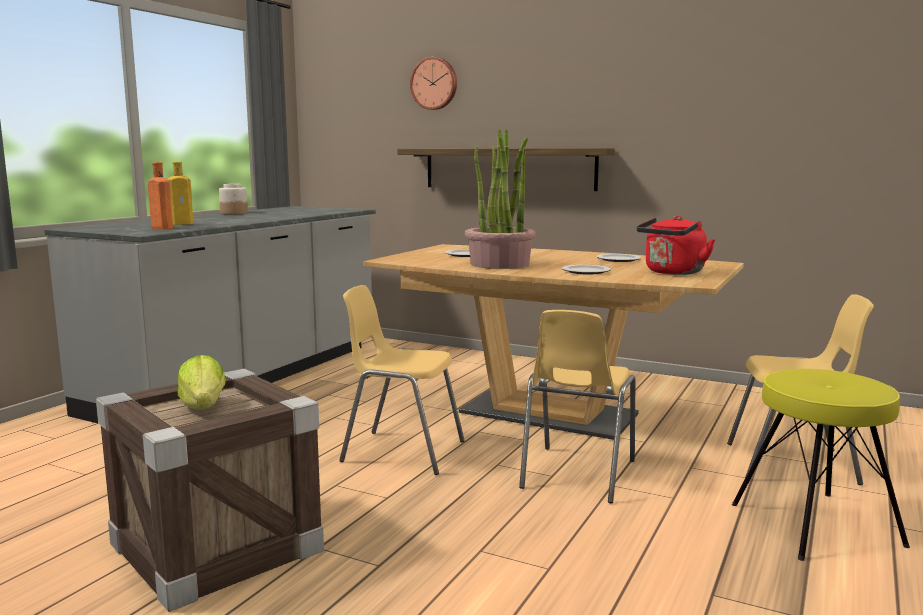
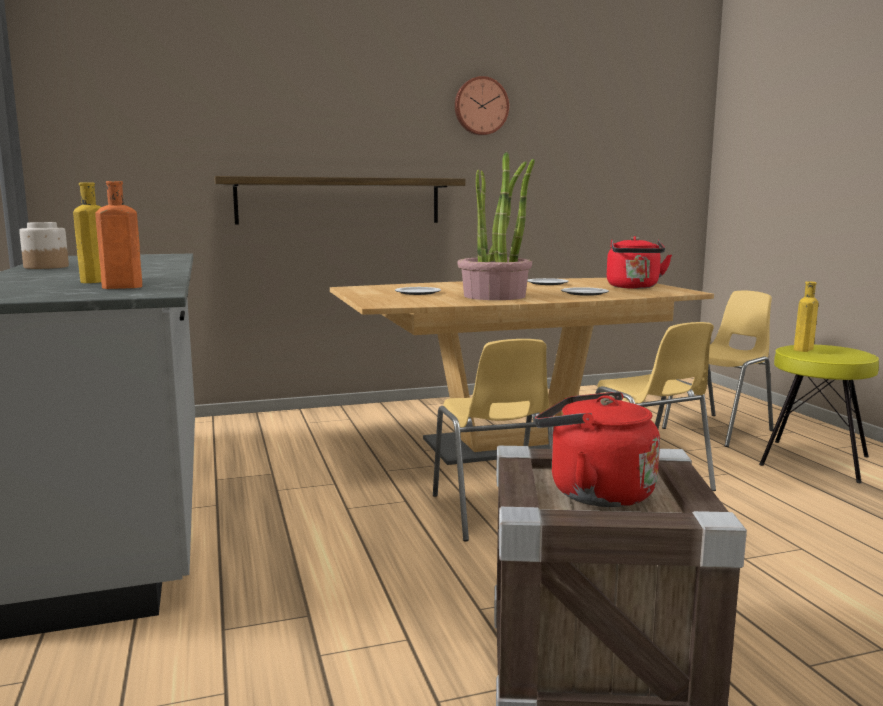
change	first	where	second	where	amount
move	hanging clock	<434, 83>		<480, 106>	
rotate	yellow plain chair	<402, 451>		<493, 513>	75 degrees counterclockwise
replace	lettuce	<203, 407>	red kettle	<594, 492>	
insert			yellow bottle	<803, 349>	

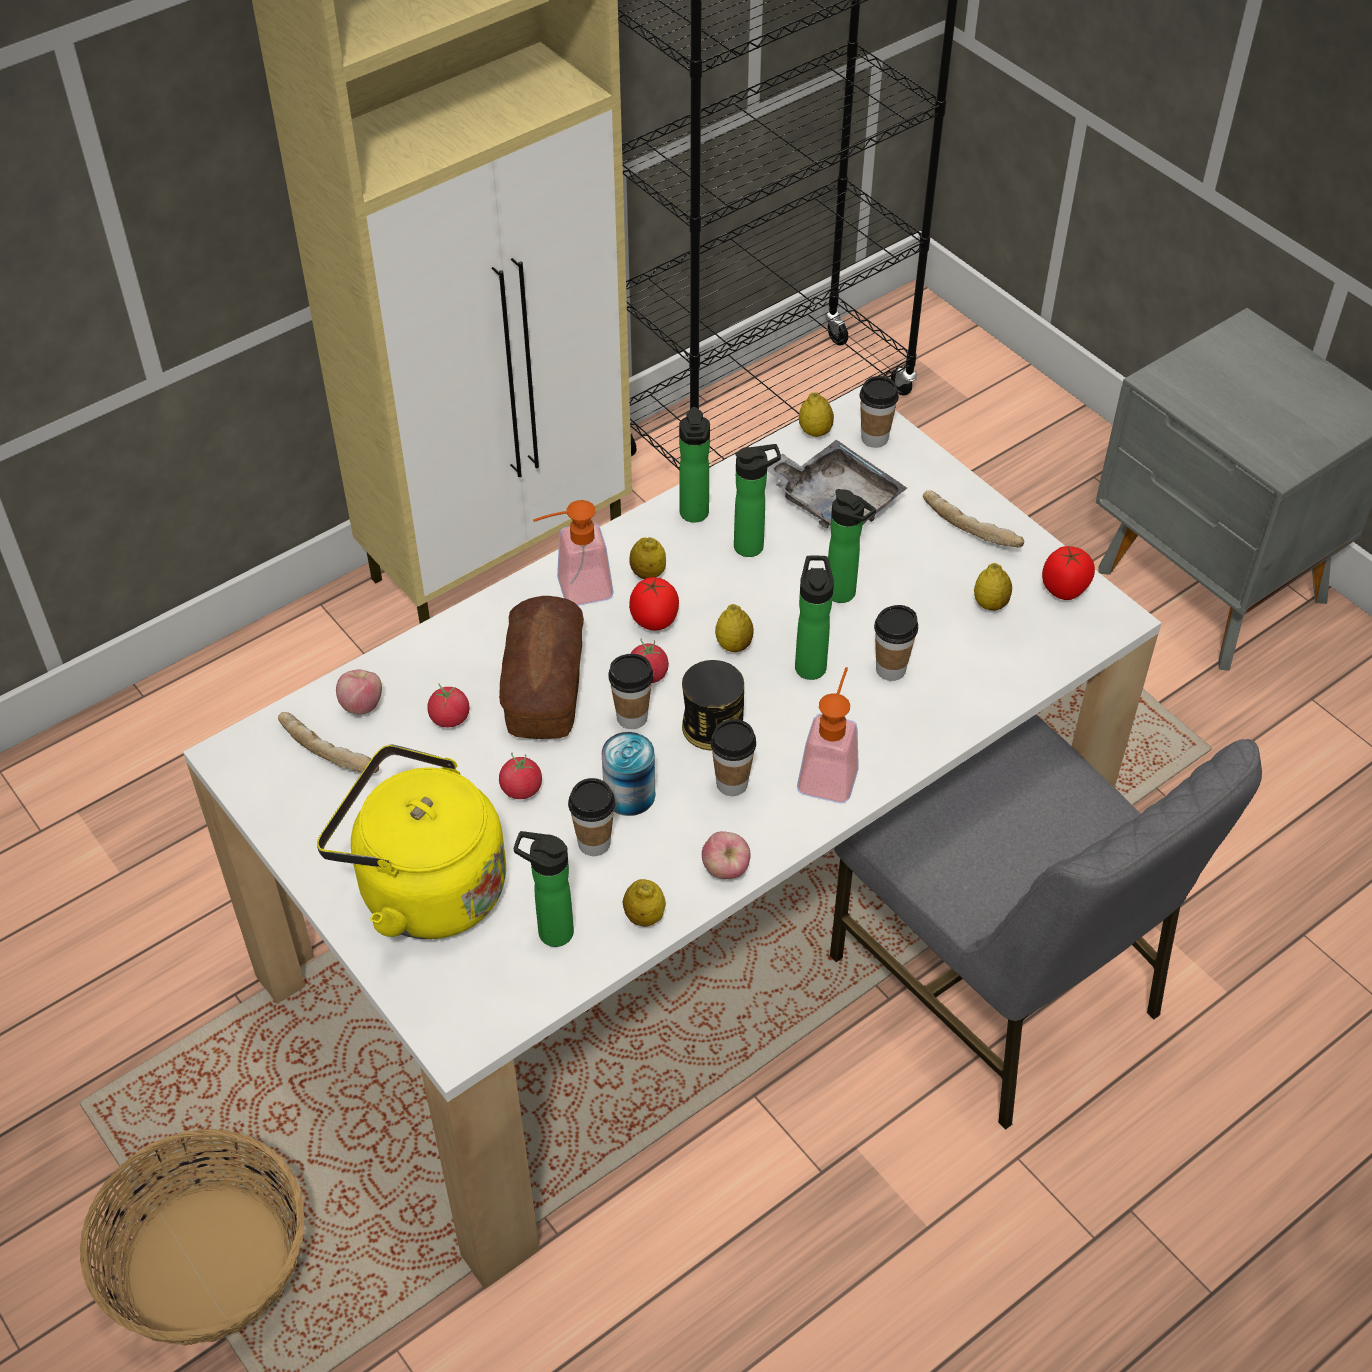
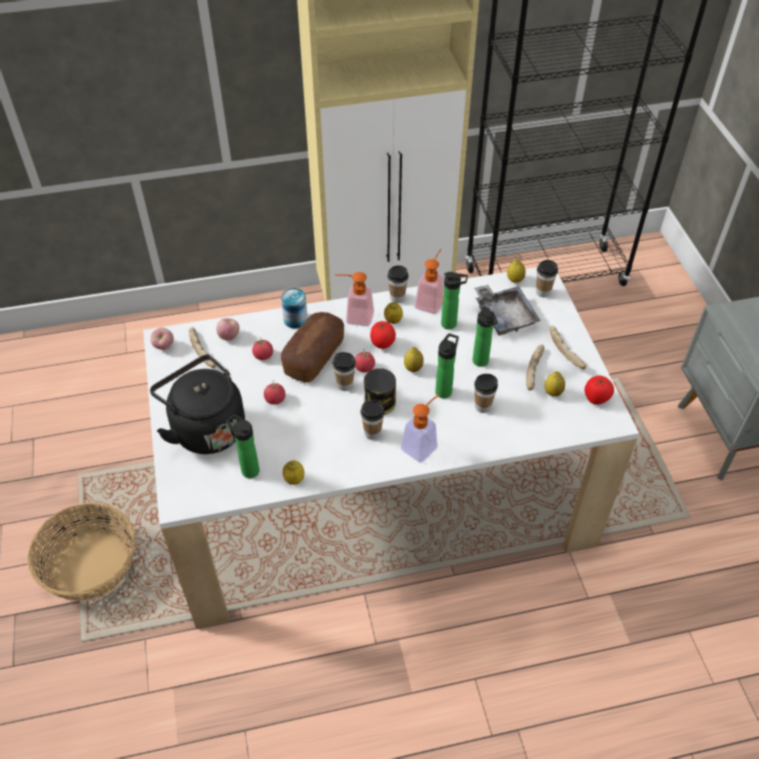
change	first	where	second	where	amount
replace	bottle	<694, 516>	soap bottle	<431, 301>	
delete	grey plain chair	<1000, 987>			
move	can	<629, 795>		<295, 319>	
recolor	yellow kettle	<423, 887>	blackish kettle	<205, 428>	
move	drinking cup	<594, 843>		<397, 298>	
move	apple	<725, 870>		<164, 346>	
insert			bakery bread	<535, 371>	

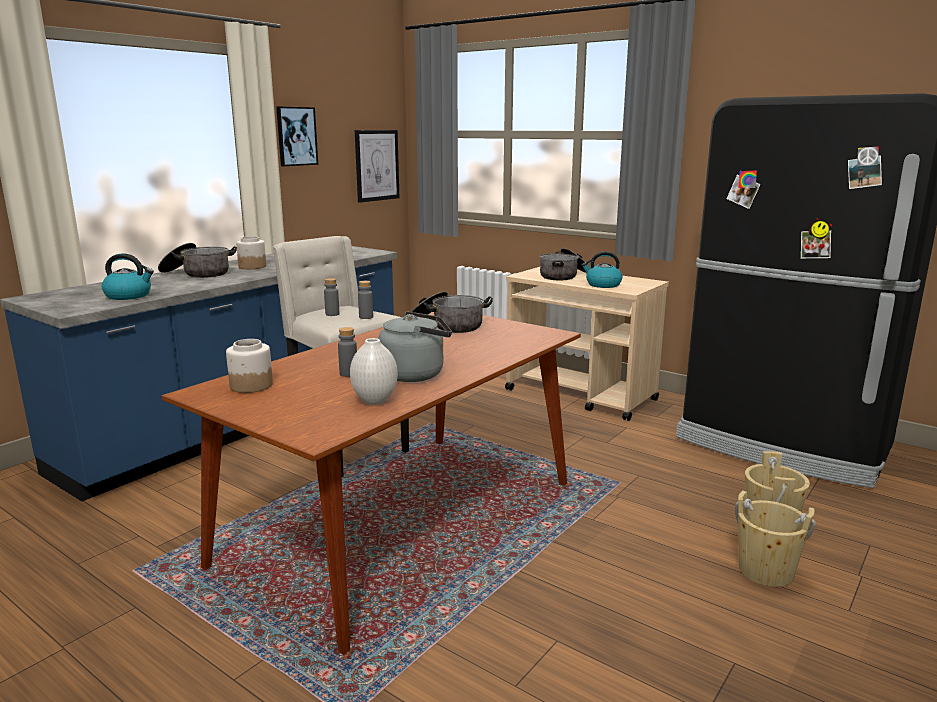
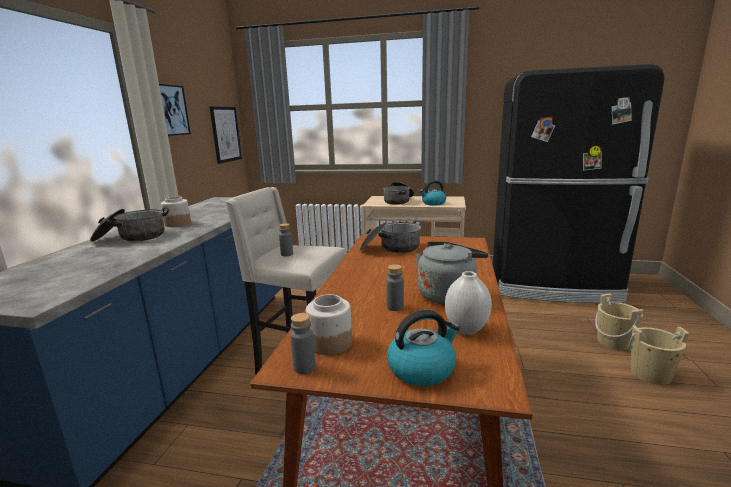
change	first	where	second	where	amount
move	kettle	<129, 296>		<422, 369>	
move	grey bottle	<366, 317>		<304, 367>	

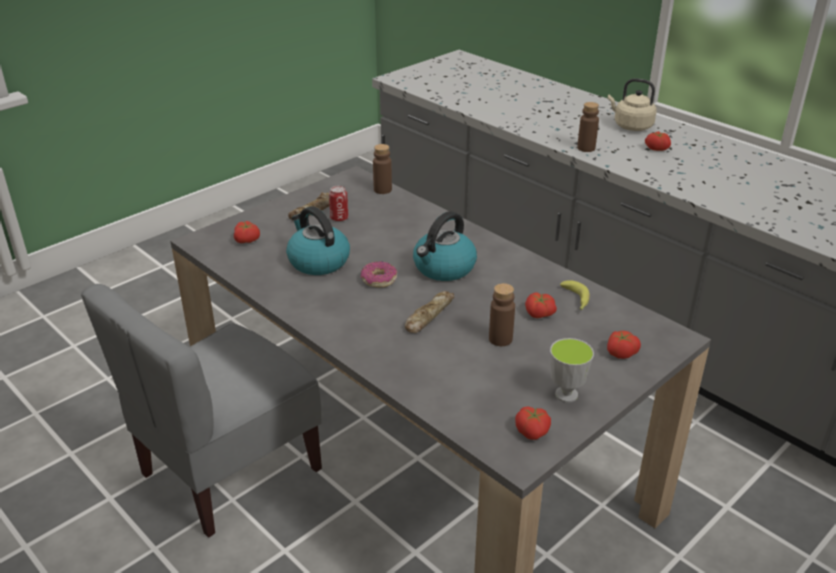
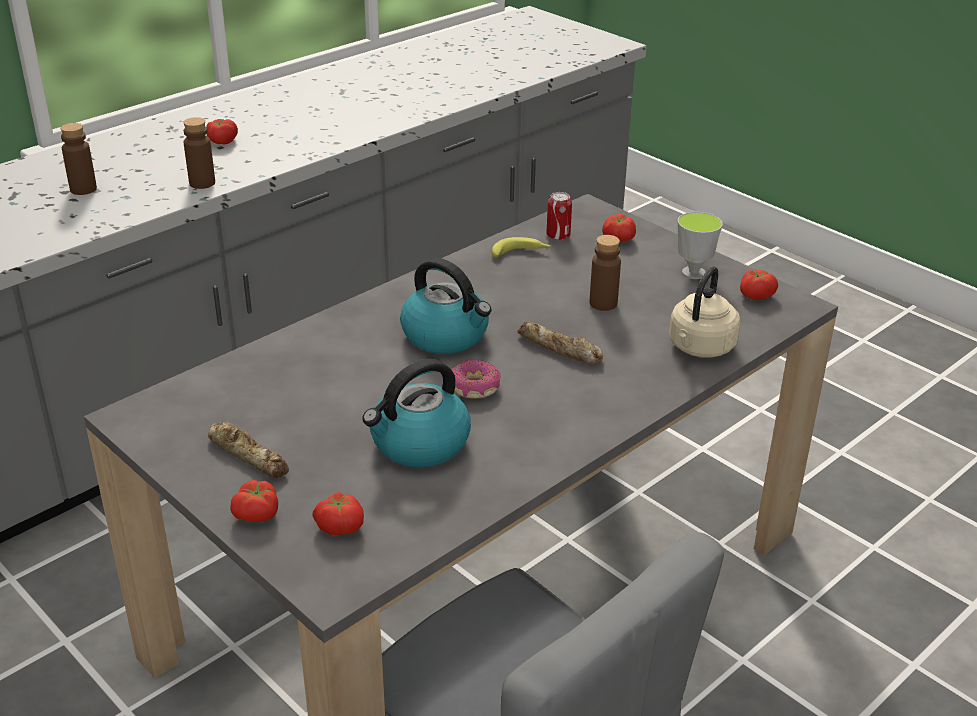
change	first	where	second	where	amount
move	sand-coloured kettle	<631, 126>		<700, 348>	
move	brown bottle	<382, 190>		<83, 189>	
move	can	<339, 218>		<558, 235>	
move	fresh tomato	<539, 314>		<258, 515>	

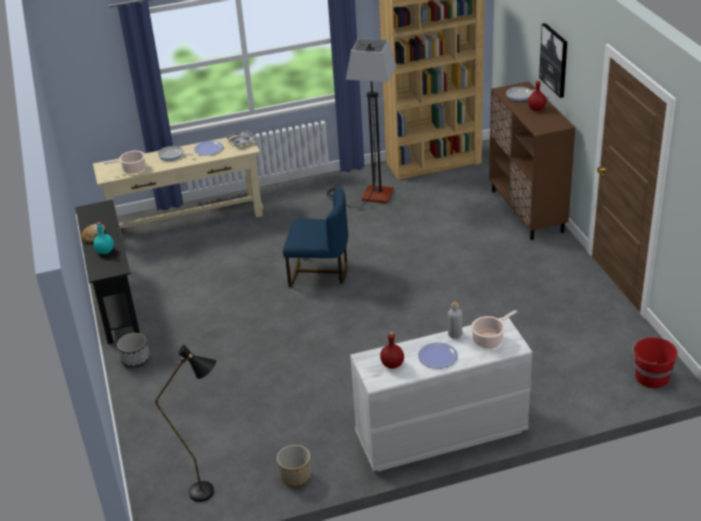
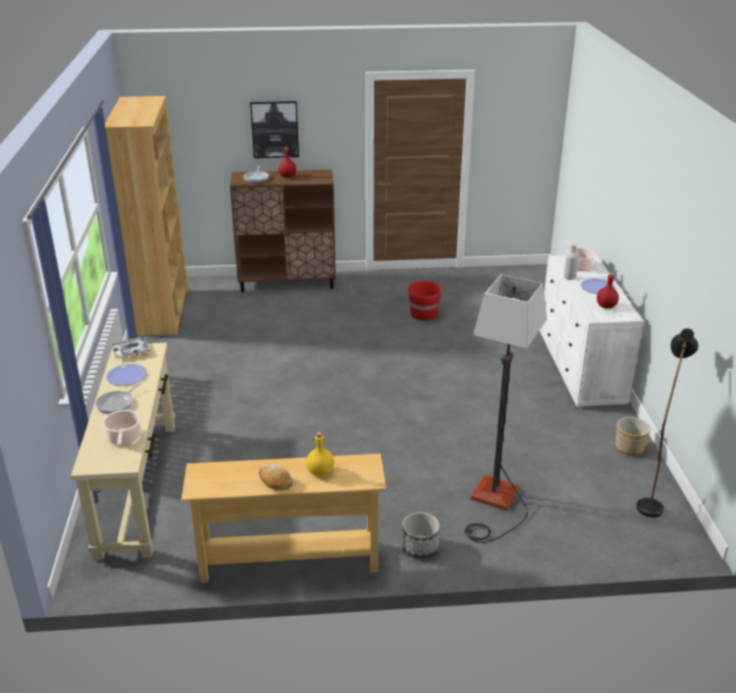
change	first	where	second	where	amount
move	standard lamp	<367, 196>		<494, 503>	
delete	blue plain chair	<319, 272>			
recolor	blackish hall table	<116, 303>	sand-coloured hall table	<289, 562>	
recolor	turquoise-coloured bottle	<105, 251>	yellow bottle	<320, 472>	
move	red bucket	<651, 377>		<423, 314>	

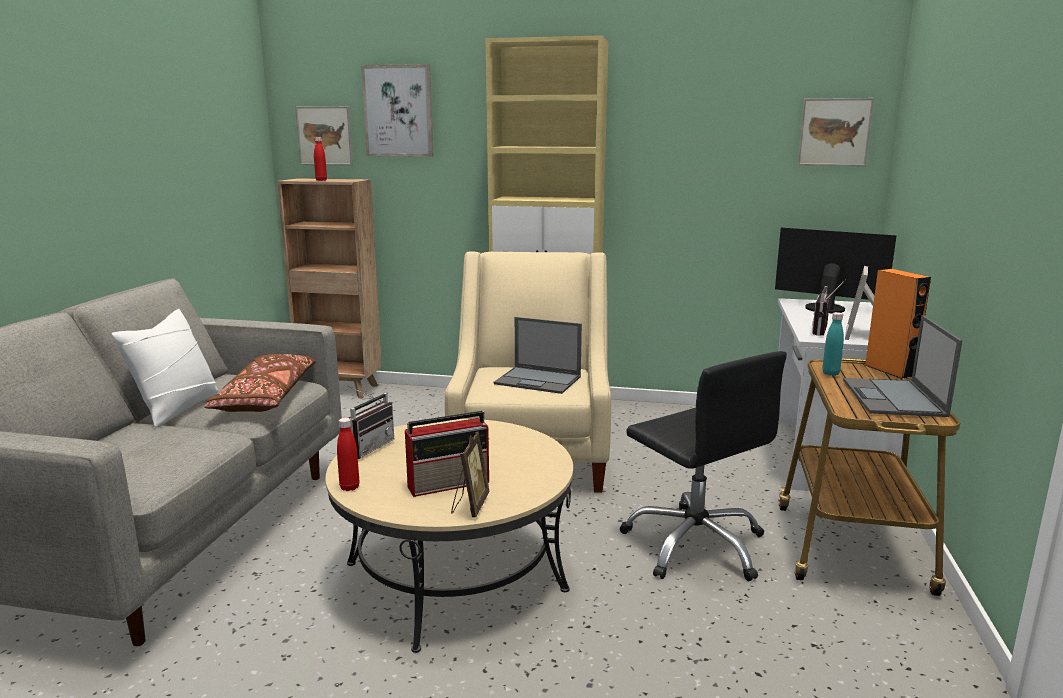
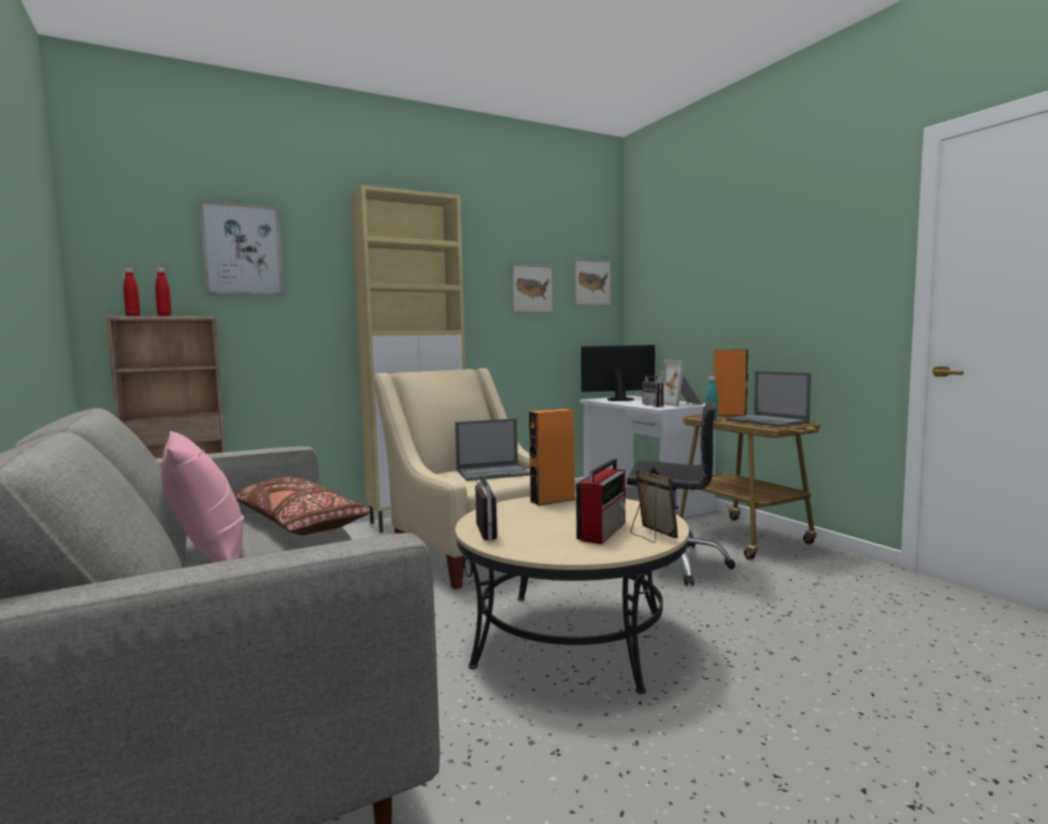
change	first	where	second	where	amount
move	picture	<324, 136>		<532, 289>	
recolor	white-coloured throw pillow	<177, 408>	pinkish throw pillow	<208, 554>	
move	red bottle	<349, 487>		<133, 316>	
insert			orange-coloured speaker	<552, 500>	

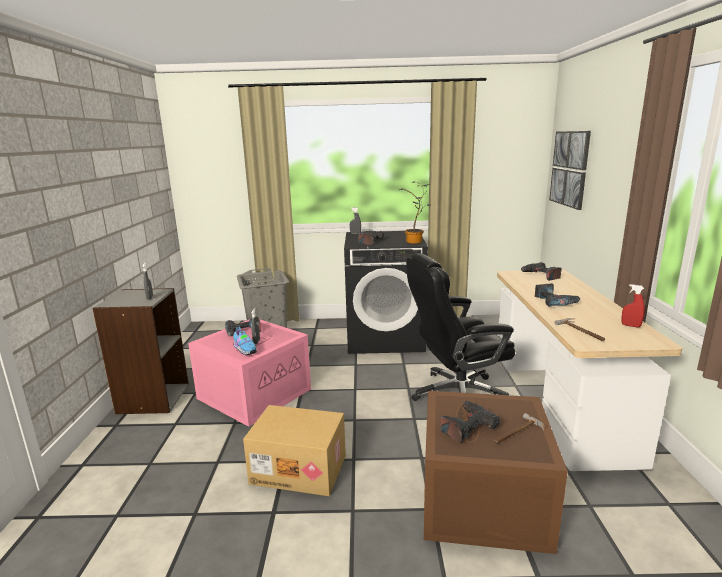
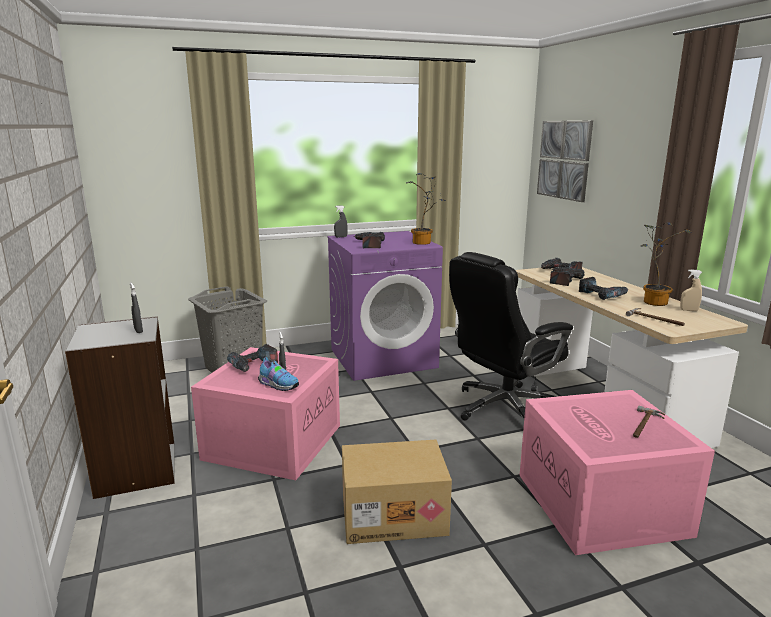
change	first	where	second	where	amount
recolor	blackish washing machine	<385, 337>	purple washing machine	<383, 358>	
recolor	red sprayer	<630, 326>	sand-coloured sprayer	<689, 310>	
recolor	brown storage box	<485, 501>	pinkish storage box	<603, 505>	
move	power drill	<466, 427>		<563, 280>	
insert			houseplant	<653, 301>	

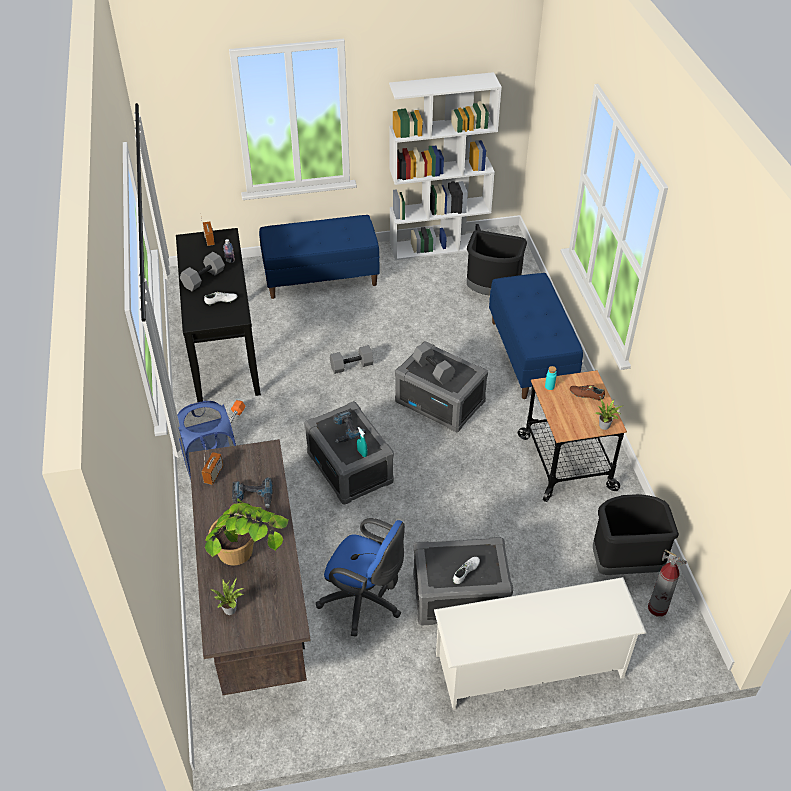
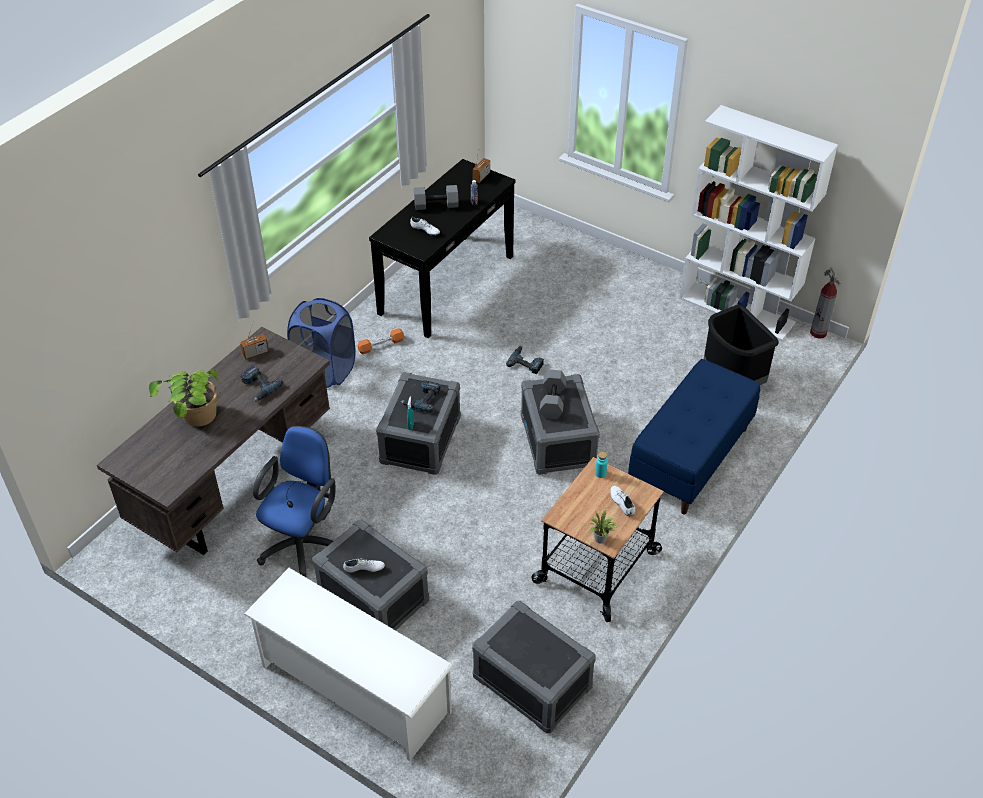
change	first	where	second	where	amount
delete	blue long seat	<321, 277>			
replace	grey dumbbell	<352, 365>	power drill	<526, 362>	
recolor	brown item of footwear	<586, 395>	white-coloured item of footwear	<622, 503>	
replace	blackish waste bin	<623, 564>	grey storage box	<531, 682>	
rotate	blue desk chair	<364, 602>		<304, 543>	135 degrees counterclockwise
move	fire extinguisher	<657, 608>		<818, 333>	
delete	houseplant	<231, 608>			

